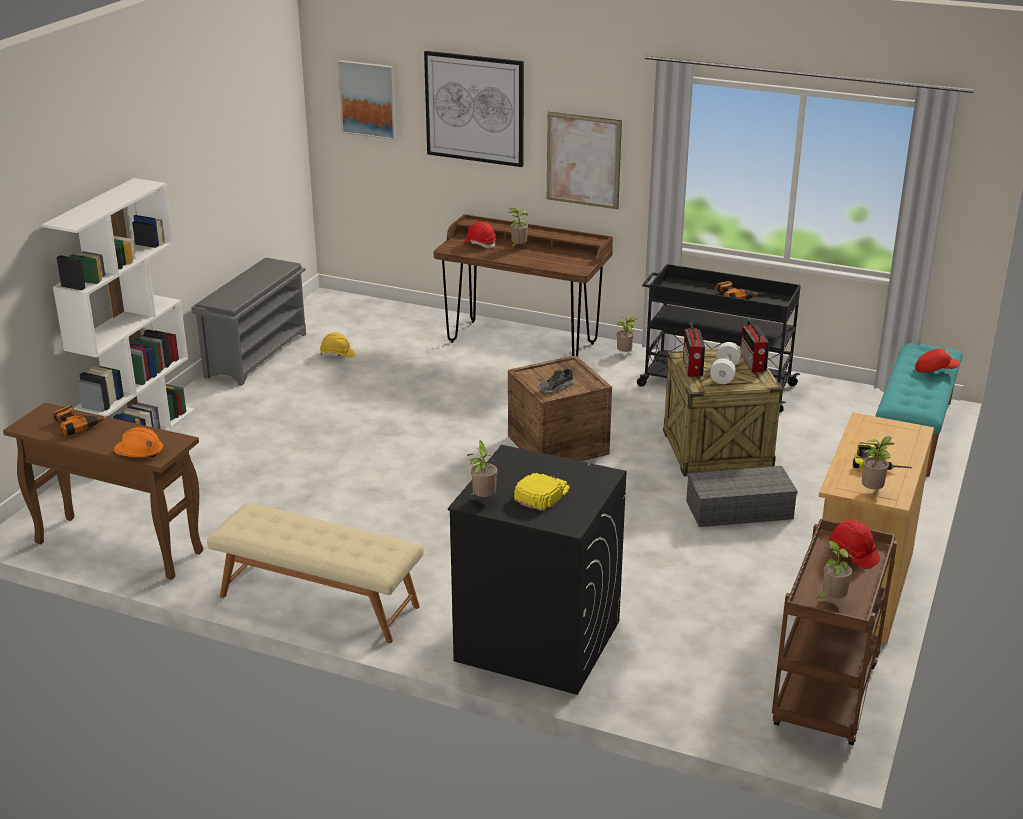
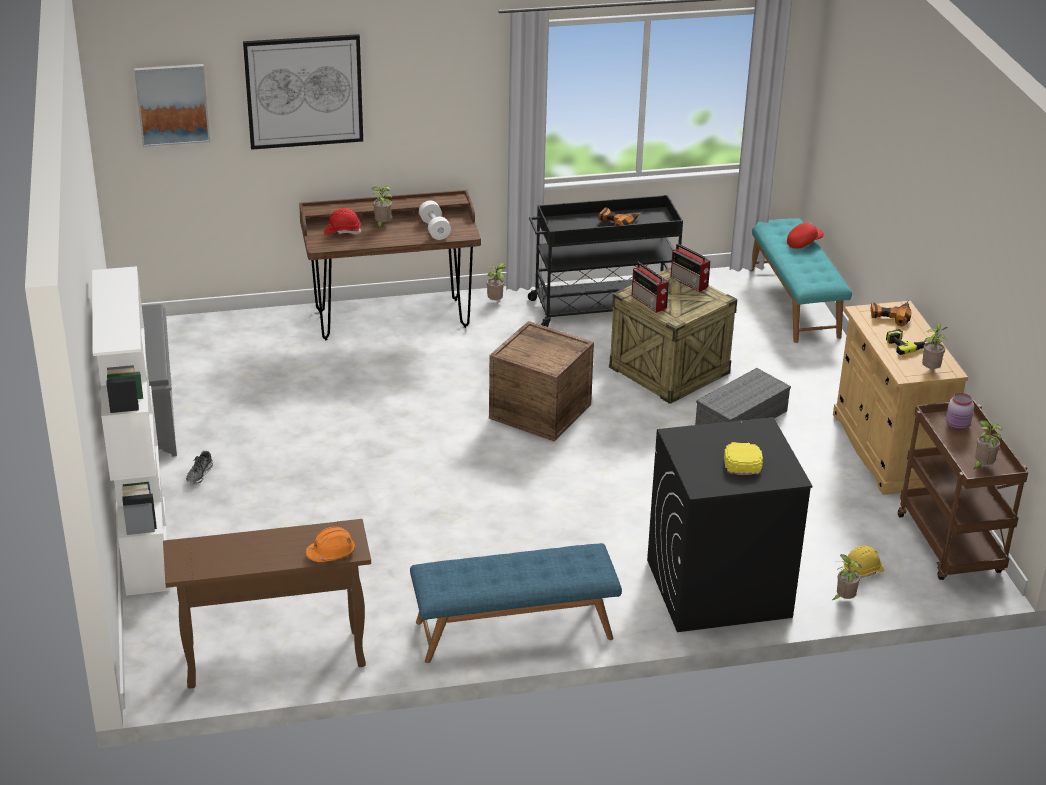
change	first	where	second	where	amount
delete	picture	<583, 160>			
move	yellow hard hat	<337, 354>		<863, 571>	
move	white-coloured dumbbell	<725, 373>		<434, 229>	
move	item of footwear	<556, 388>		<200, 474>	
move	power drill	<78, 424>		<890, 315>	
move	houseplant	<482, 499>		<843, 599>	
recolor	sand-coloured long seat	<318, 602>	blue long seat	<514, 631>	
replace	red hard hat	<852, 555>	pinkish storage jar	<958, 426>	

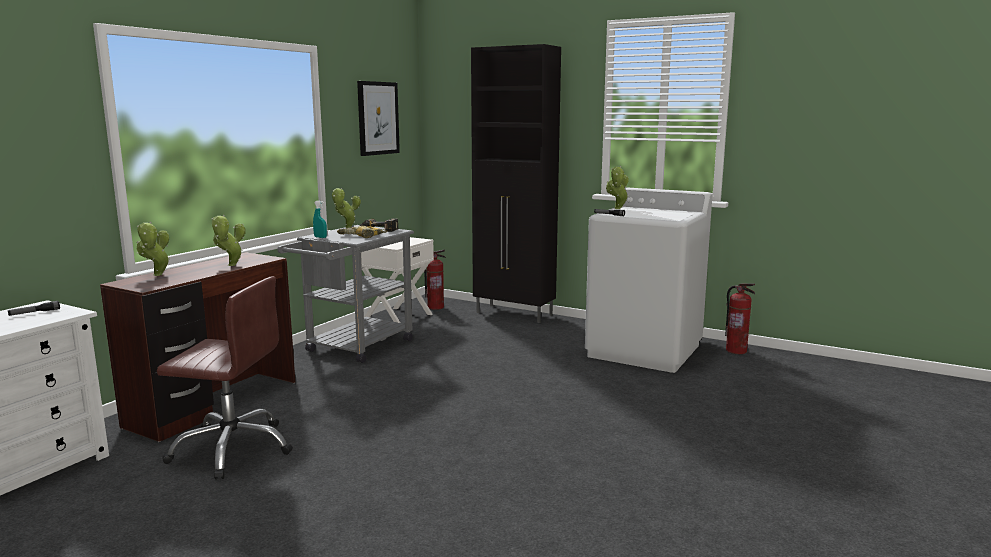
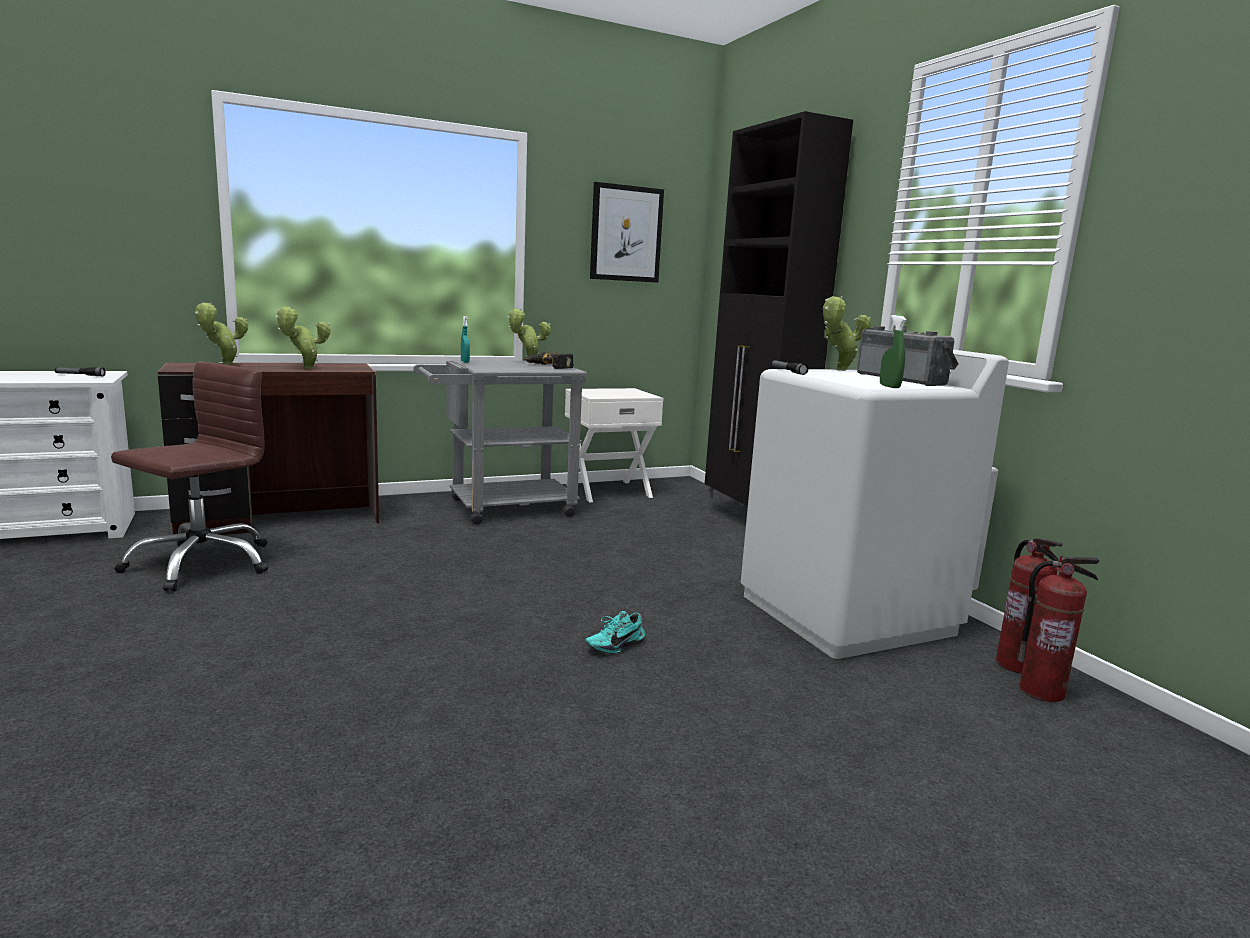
change	first	where	second	where	amount
delete	power drill	<362, 236>			
move	fire extinguisher	<435, 307>		<1042, 691>	
rotate	brown desk chair	<232, 448>		<201, 564>	105 degrees counterclockwise
insert			green-coloured sprayer	<889, 386>	
insert			radio set	<904, 379>	
insert			turquoise-coloured item of footwear	<614, 645>	

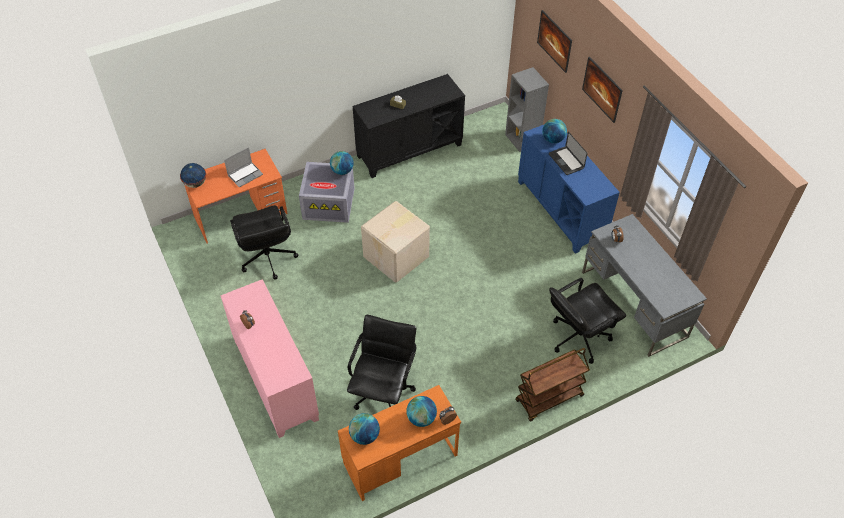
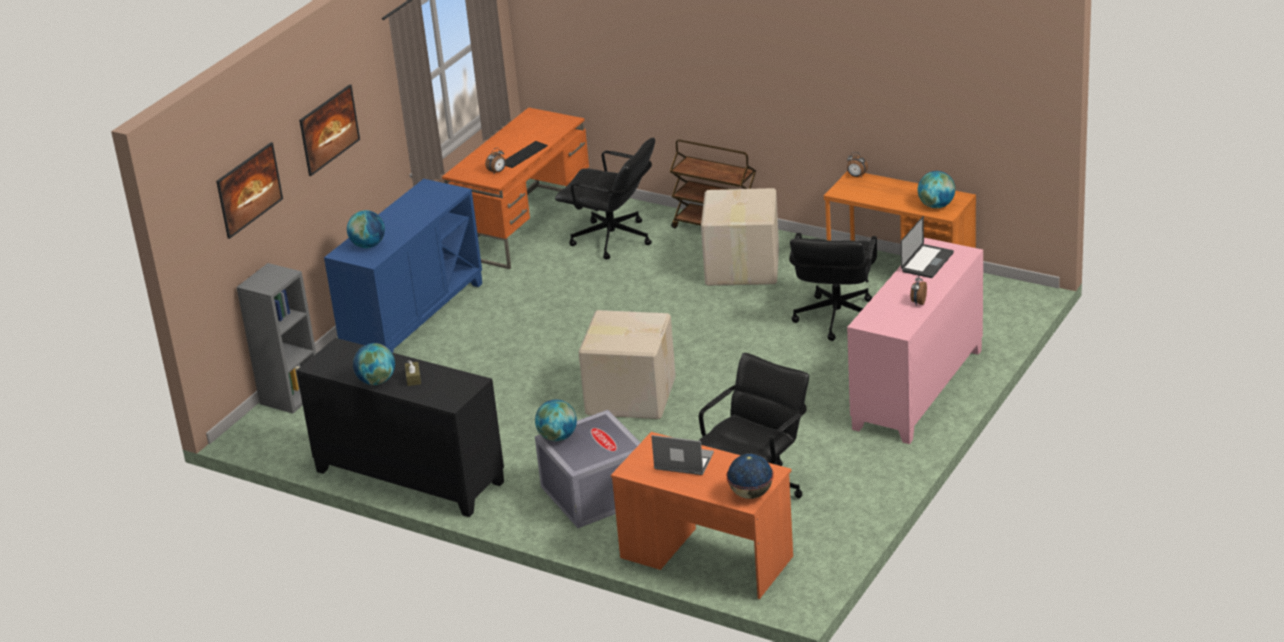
change	first	where	second	where	amount
move	portable computer	<566, 161>		<927, 262>	
recolor	grey desk table	<634, 304>	orange-coloured desk table	<524, 226>	
rotate	blackish desk chair	<383, 390>		<836, 318>	60 degrees counterclockwise
move	globe	<421, 418>		<377, 381>	
insert			PC keyboard	<523, 154>	
insert			packing box	<741, 268>	

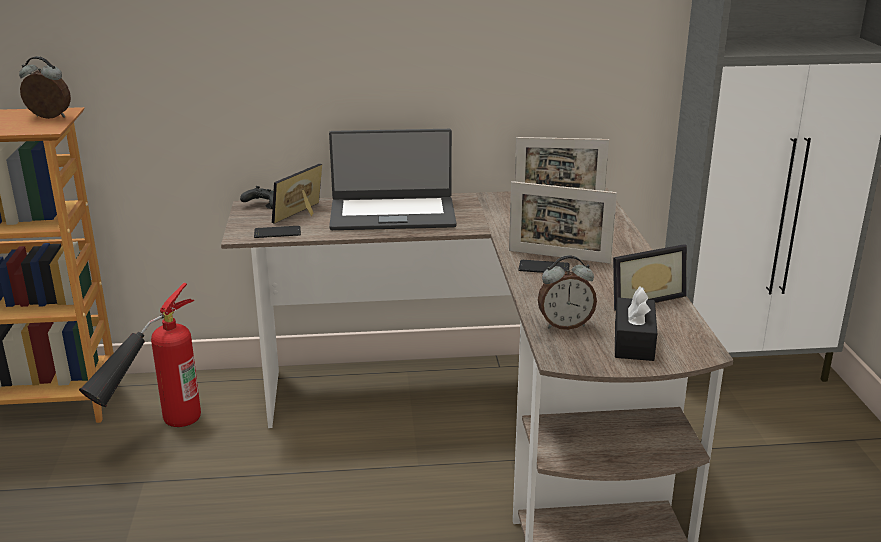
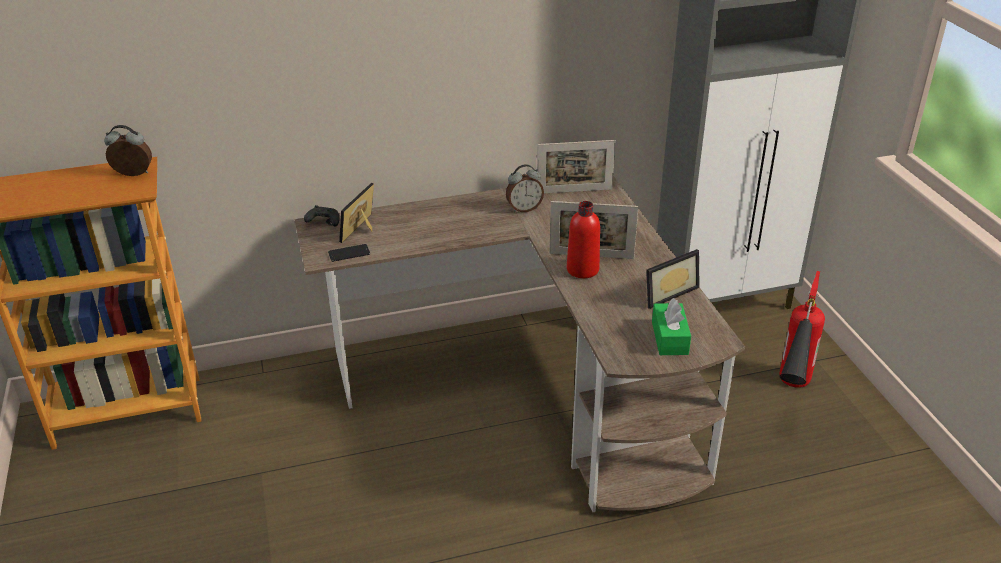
change	first	where	second	where	amount
delete	portable computer	<392, 214>			
move	alarm clock	<565, 325>		<524, 209>	
replace	handset	<544, 268>	red bottle	<582, 269>	
move	fire extinguisher	<155, 434>		<790, 396>	
recolor	blackish tissue box	<633, 342>	green-coloured tissue box	<669, 338>	

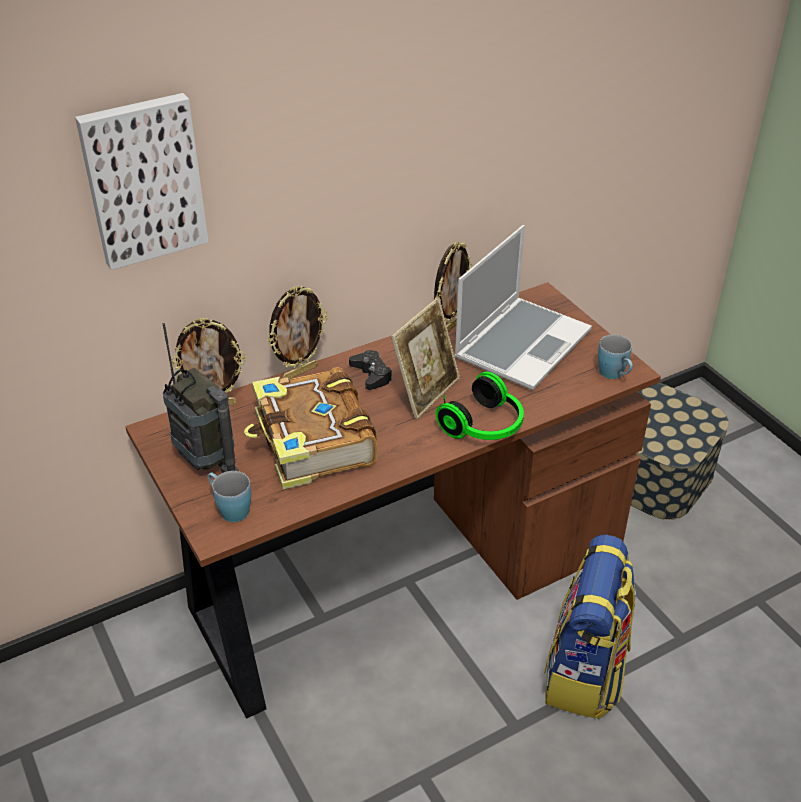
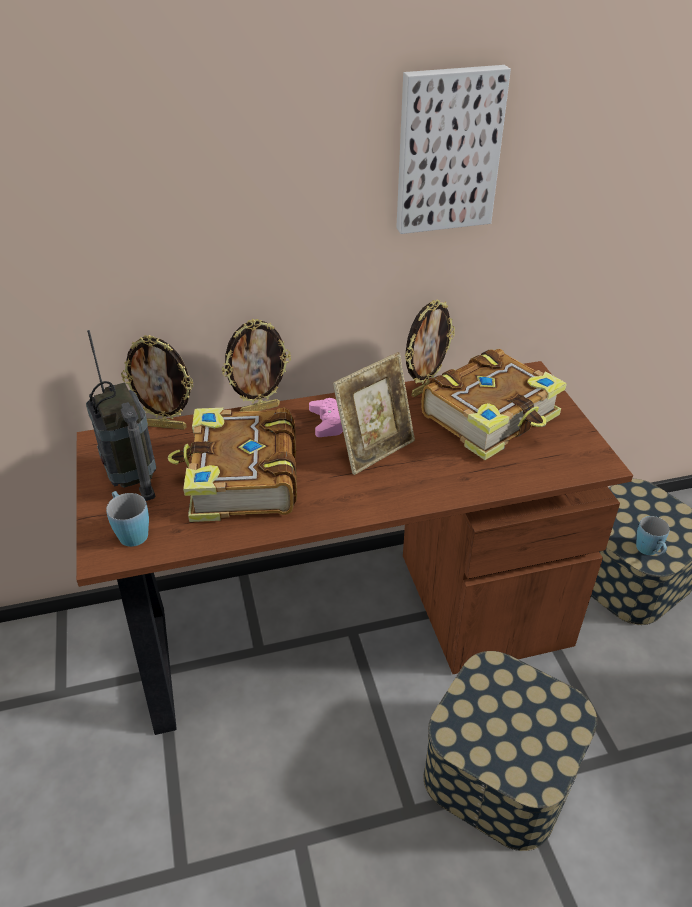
change	first	where	second	where	amount
move	picture	<143, 180>		<447, 150>	
replace	portable computer	<522, 344>	book	<492, 417>	
move	blue mug	<614, 375>		<649, 551>	
recolor	blackish game controller	<371, 374>	pinkish game controller	<327, 422>	
delete	headset	<485, 426>			
replace	rucksack	<585, 673>	storage box	<500, 770>	

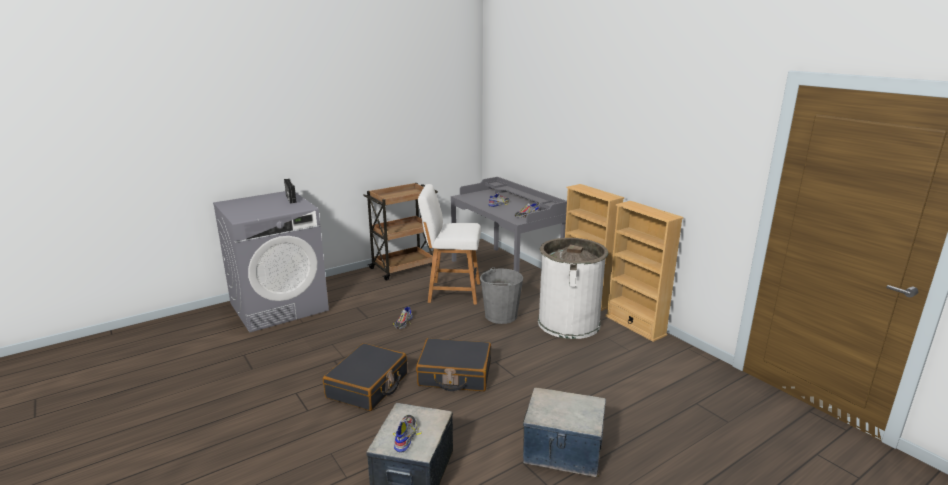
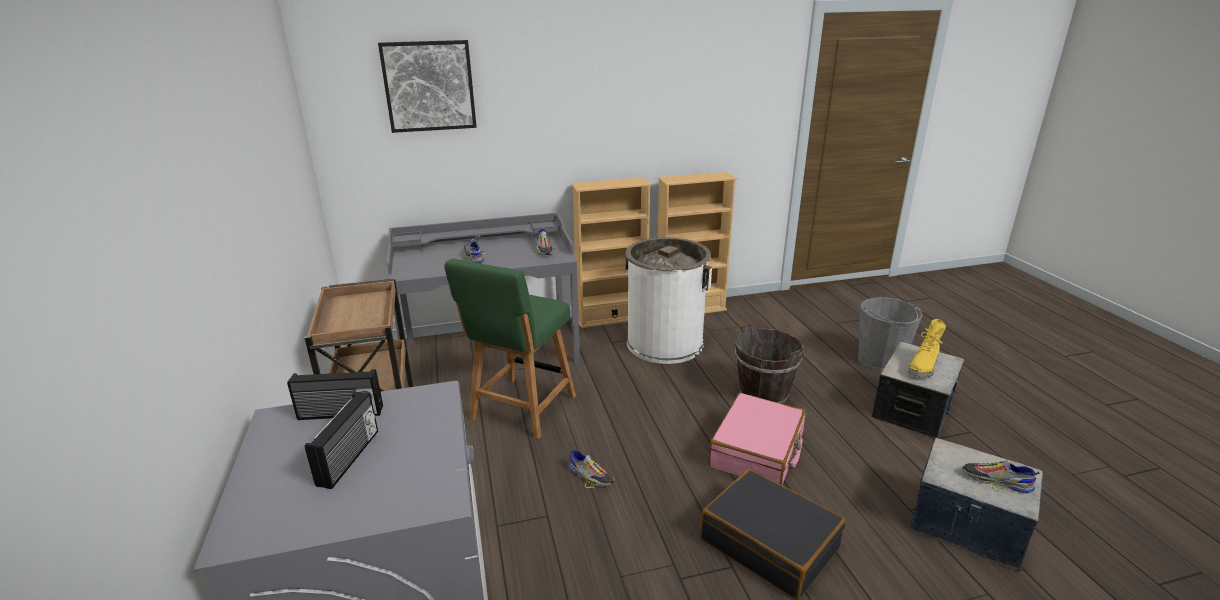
change	first	where	second	where	amount
recolor	white-coloured plain chair	<451, 292>	green-coloured plain chair	<520, 410>	
move	grey bucket	<500, 315>		<880, 360>	
recolor	blackish suitcase	<454, 374>	pinkish suitcase	<757, 452>	
insert			picture	<429, 86>	
insert			yellow tall boot	<924, 367>	
insert			brown bucket	<763, 395>	
insert			radio set	<350, 457>	

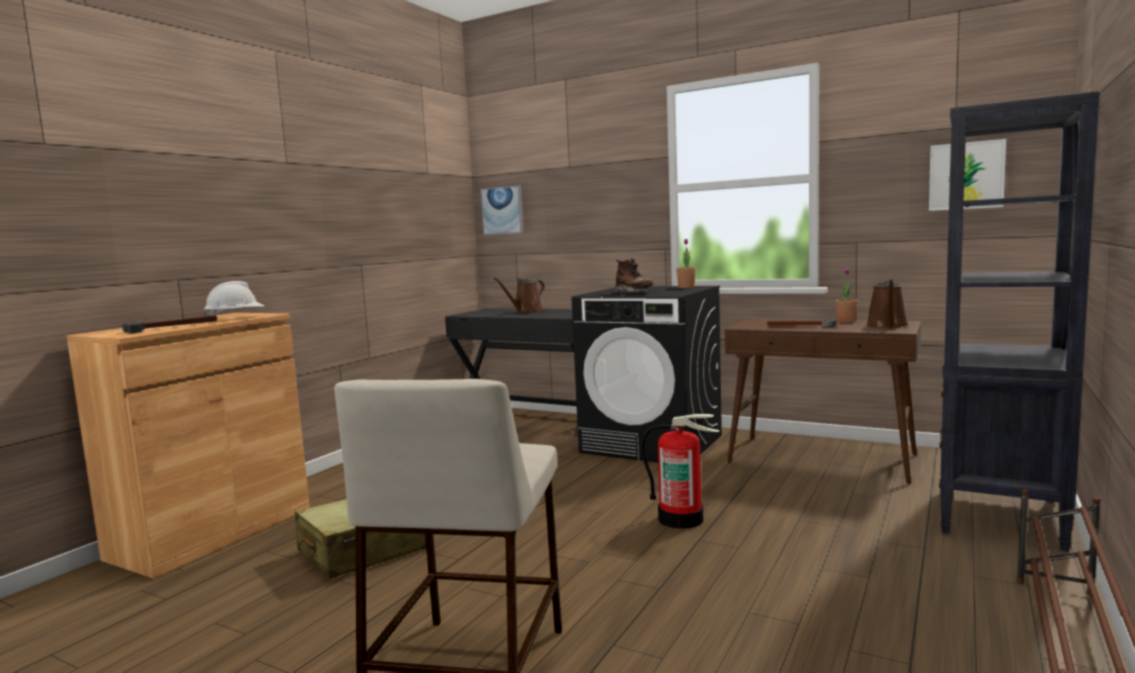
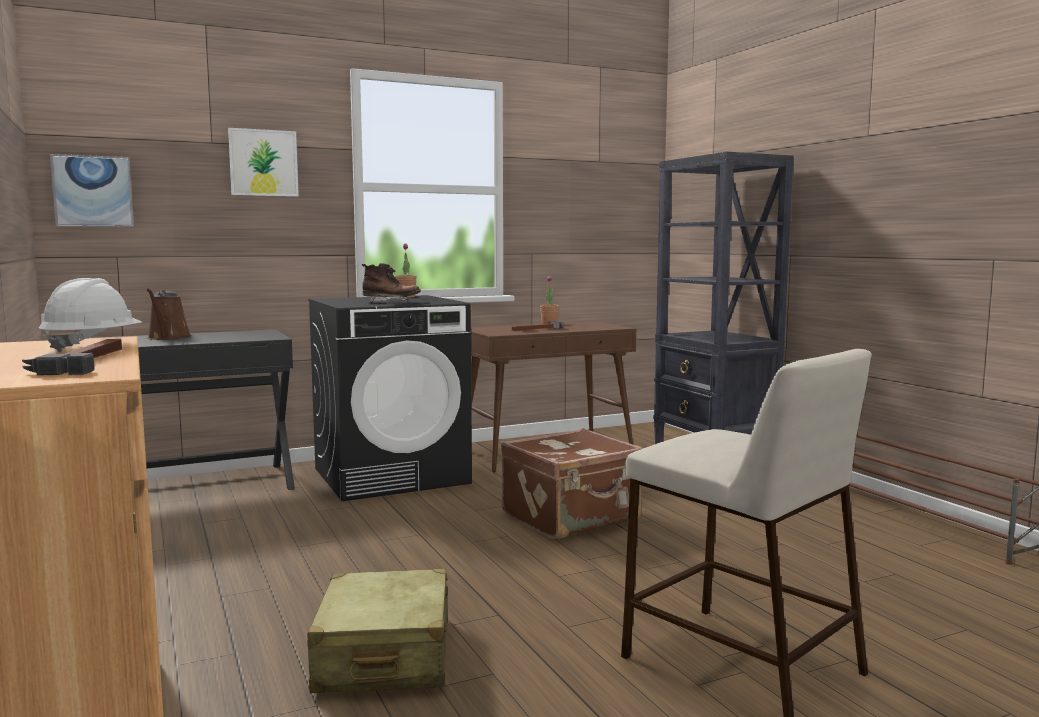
change	first	where	second	where	amount
move	picture	<966, 176>		<263, 163>	
delete	brown sprinkling can	<887, 326>			
replace	fire extinguisher	<681, 519>	brown suitcase	<572, 518>	

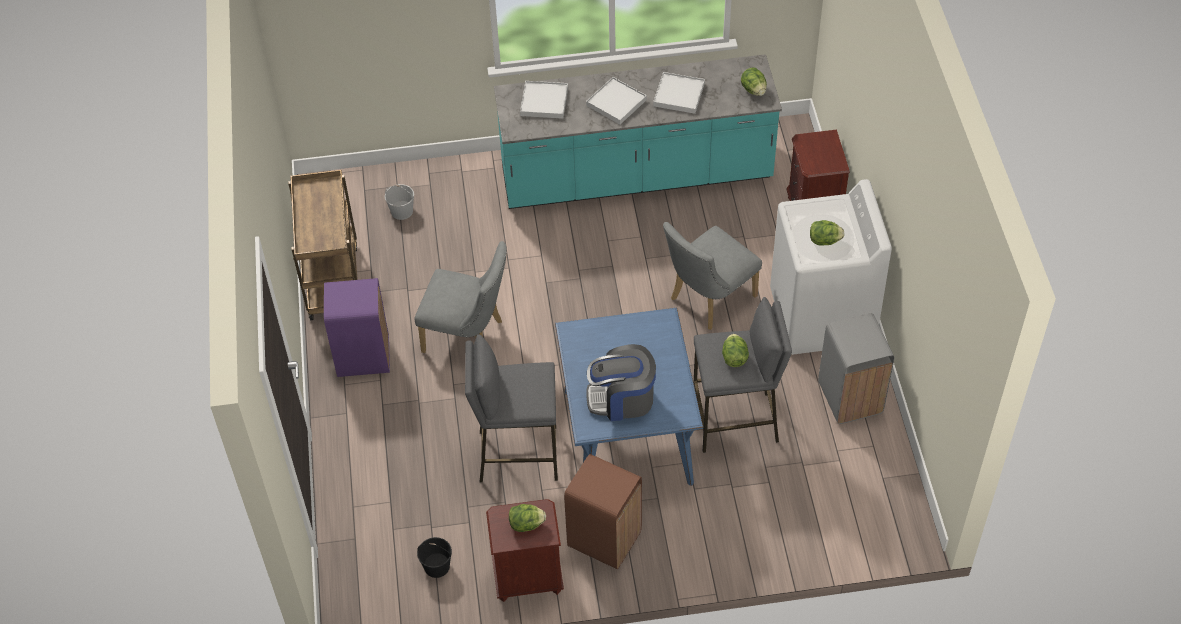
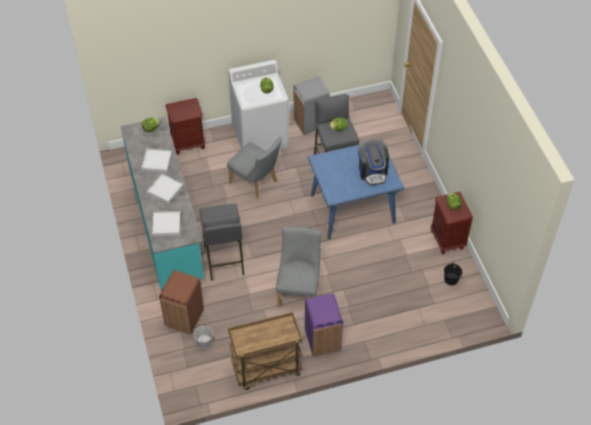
change	first	where	second	where	amount
move	grey stool seat	<517, 454>		<224, 260>	
move	brown waste bin	<604, 538>		<184, 318>	

